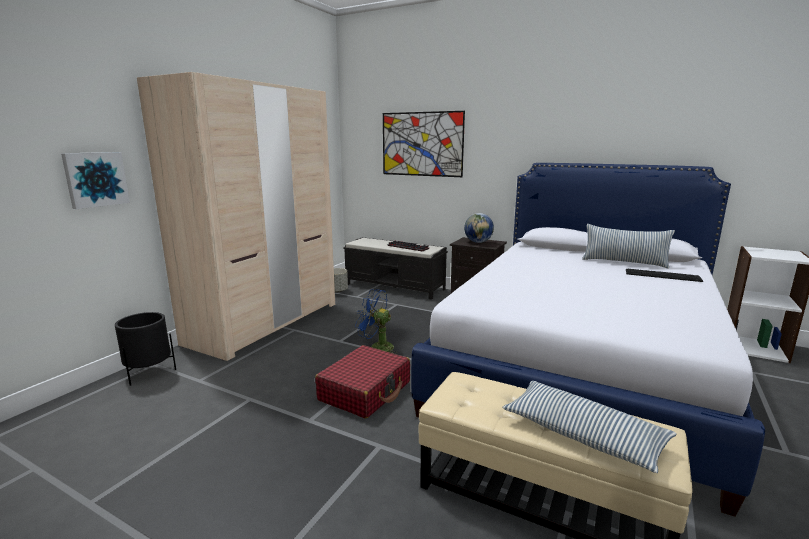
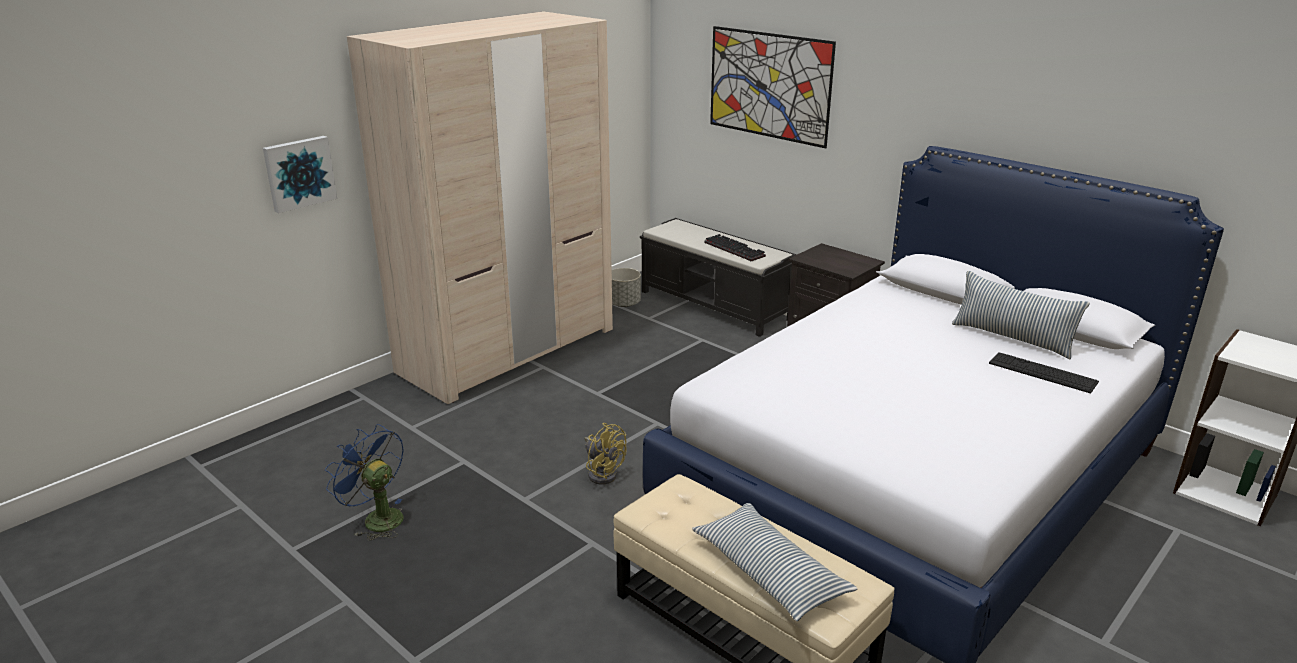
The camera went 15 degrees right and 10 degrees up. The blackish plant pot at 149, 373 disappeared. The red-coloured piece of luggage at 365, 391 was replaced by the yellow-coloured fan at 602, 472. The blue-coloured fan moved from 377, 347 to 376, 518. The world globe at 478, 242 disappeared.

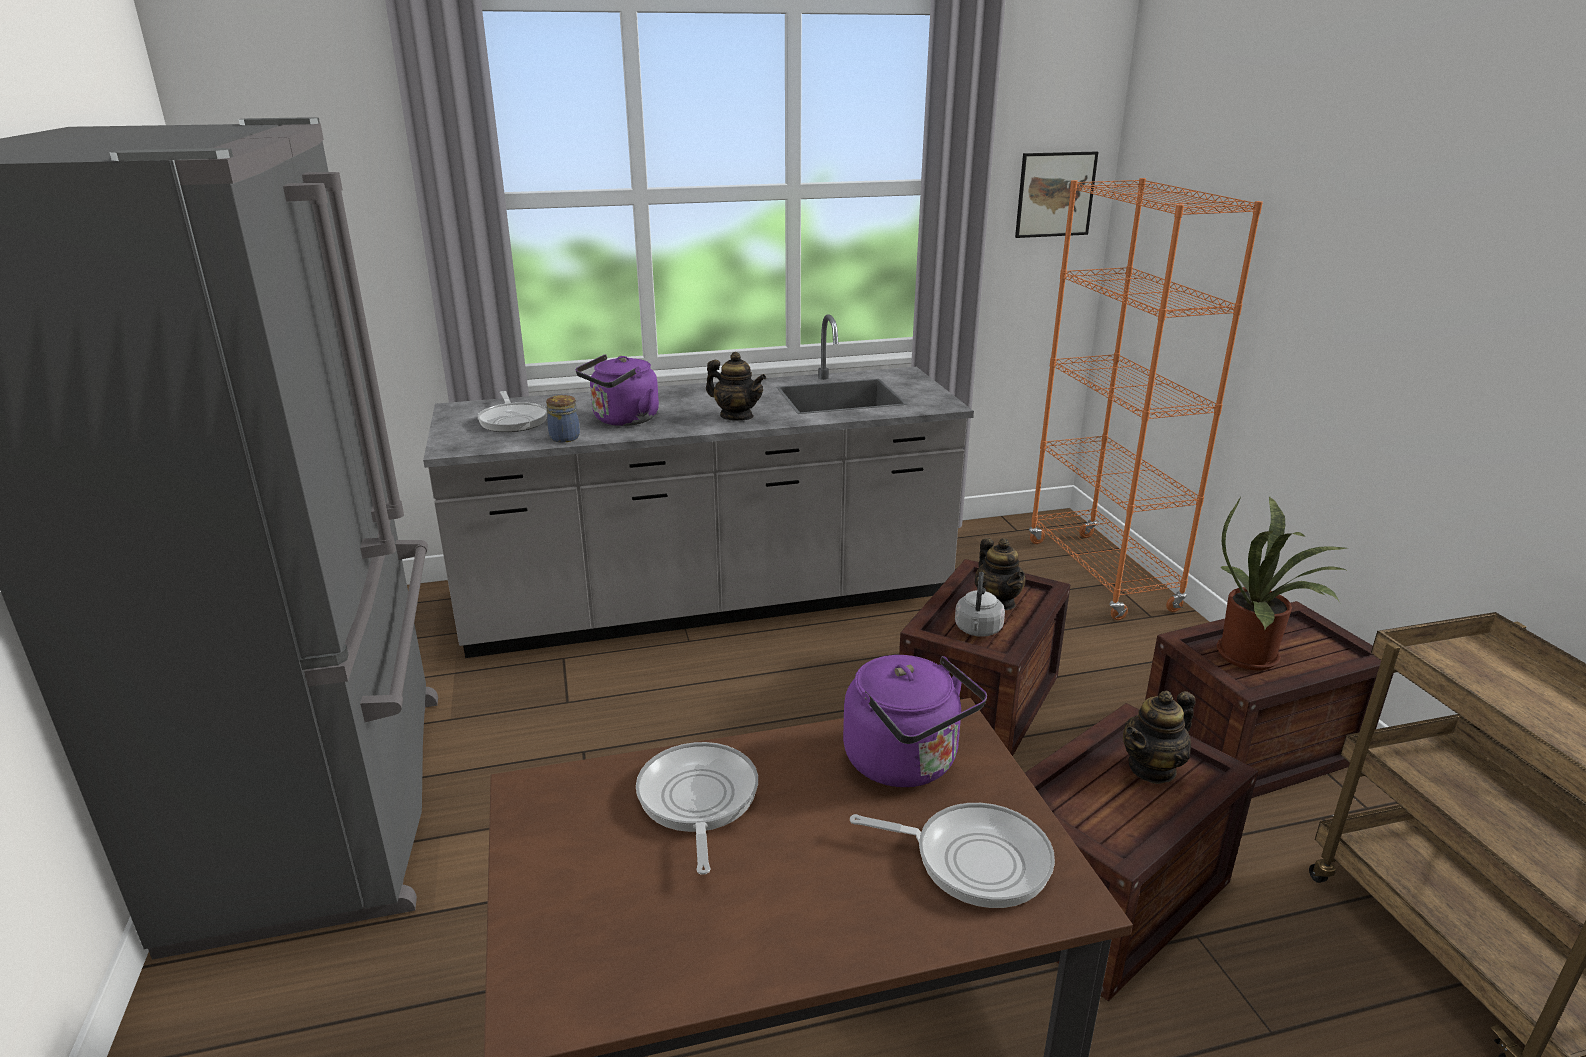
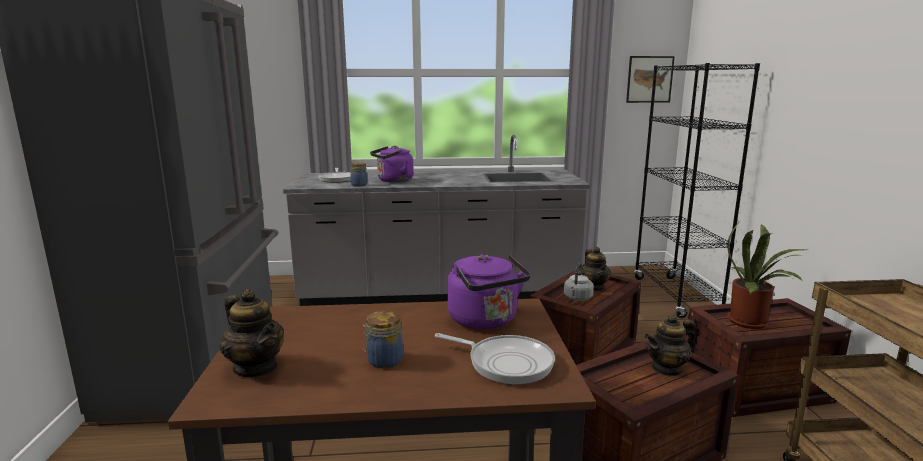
The camera went 10 degrees right and 10 degrees down. The skillet at 697, 800 disappeared. The pot for tea moved from 736, 416 to 256, 367. The orangey shelving unit at 1101, 575 became the blackish shelving unit at 675, 296. The storage jar at 383, 361 appeared.

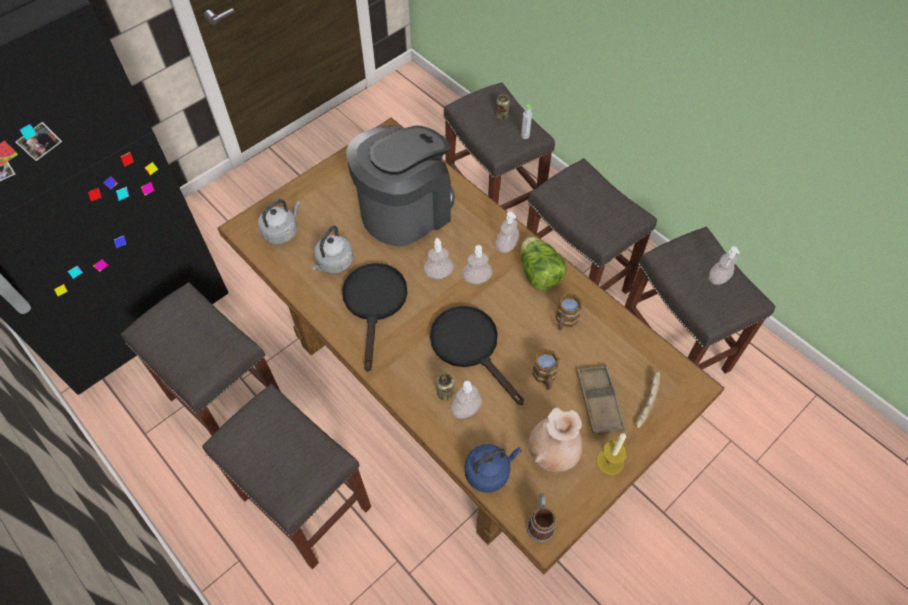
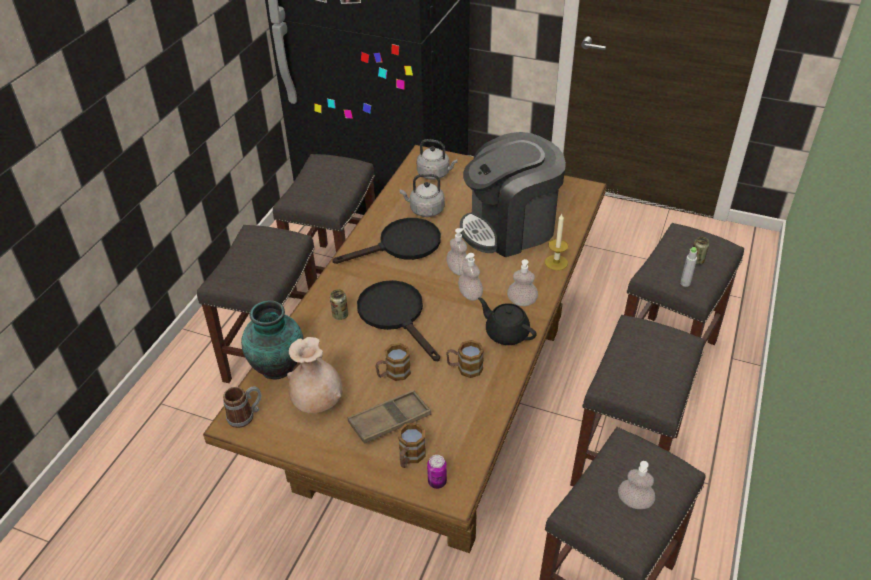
The camera went 65 degrees right and 15 degrees down. The coffee maker at 405, 210 turned 135 degrees clockwise. The blackish skillet at 470, 346 turned 60 degrees counterclockwise. The liquid soap bottle at 466, 409 disappeared. The blue-coloured water kettle at 489, 472 was replaced by the flower vase at 279, 367. The head of lettuce at 539, 274 was replaced by the blackish pot for tea at 506, 333. The wax candle moved from 610, 461 to 556, 262. The baked bread at 646, 402 was replaced by the tea mug at 410, 457. The can at 437, 482 appeared.

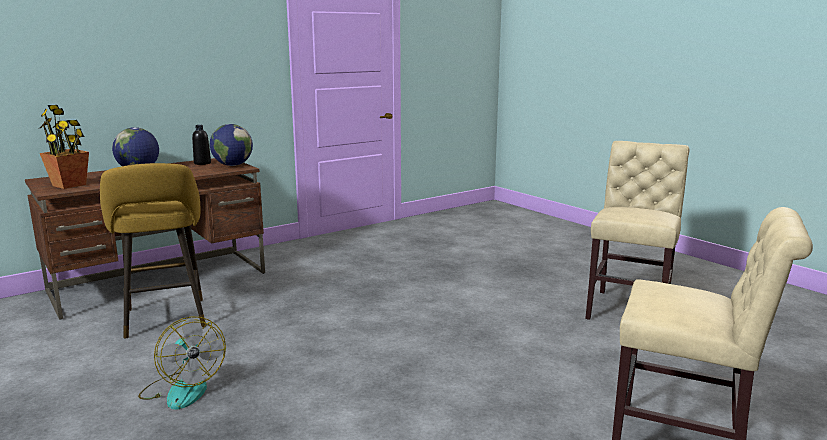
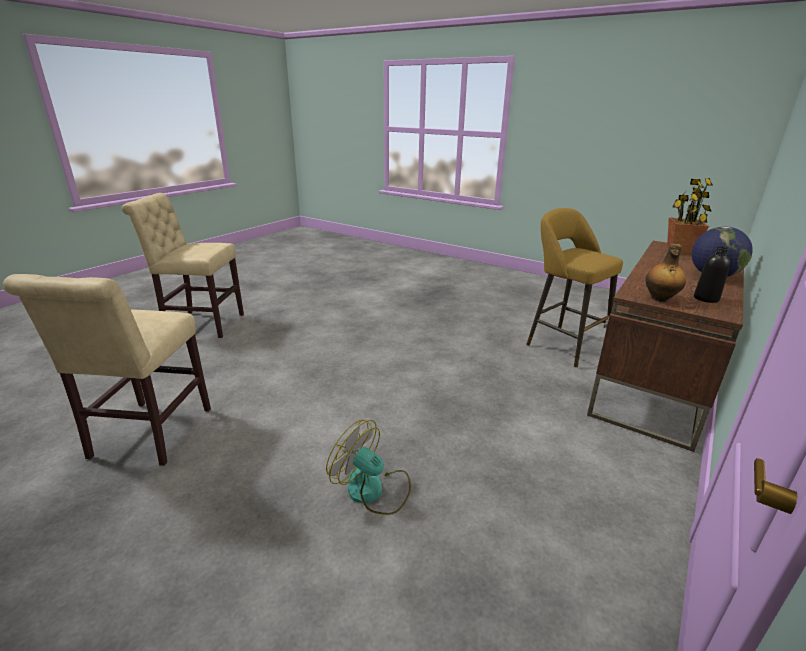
The camera went 160 degrees right and 10 degrees up. The fan moved from 182, 389 to 373, 490. The world globe at 232, 165 was replaced by the drink bottle at 659, 299.

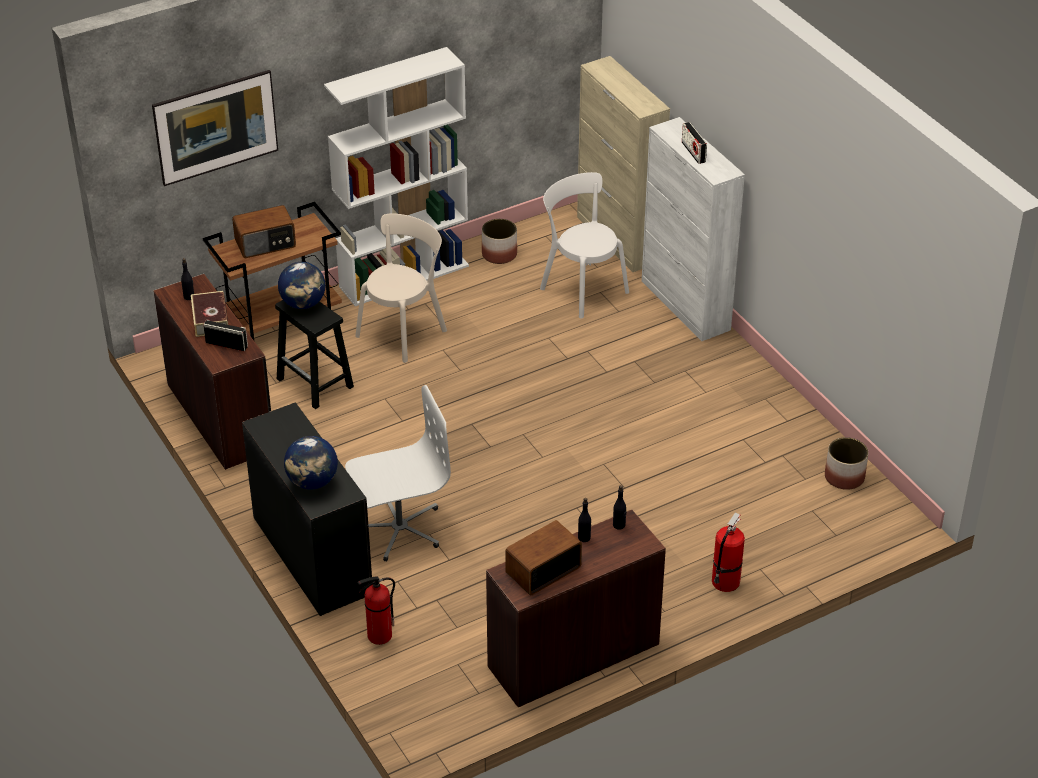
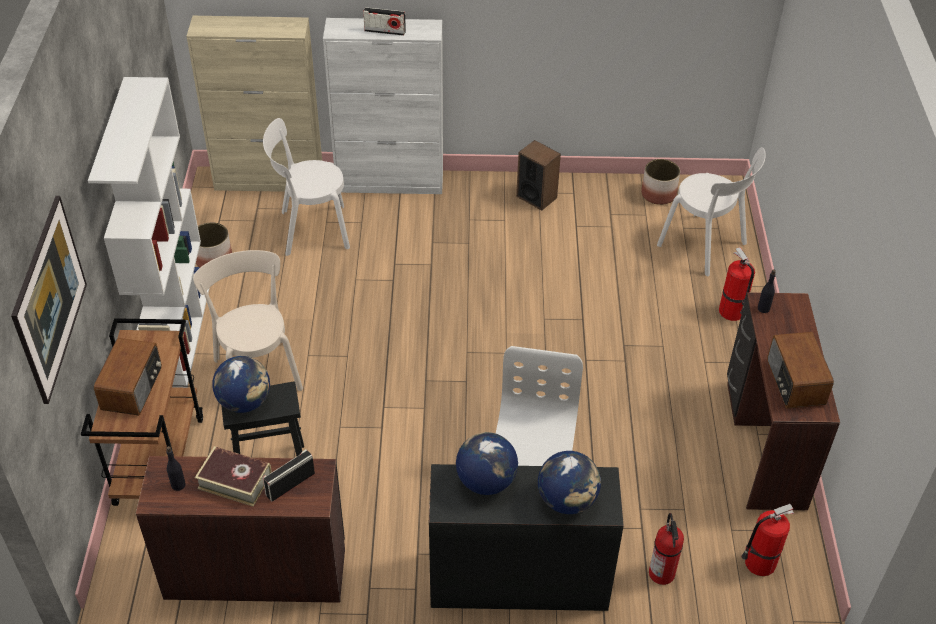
The camera went 60 degrees left and 5 degrees up. The blackish drink bottle at 584, 537 disappeared. The world globe at 486, 481 appeared. The audio speaker at 536, 197 appeared. The white chair at 705, 246 appeared. The extinguisher at 759, 563 appeared.

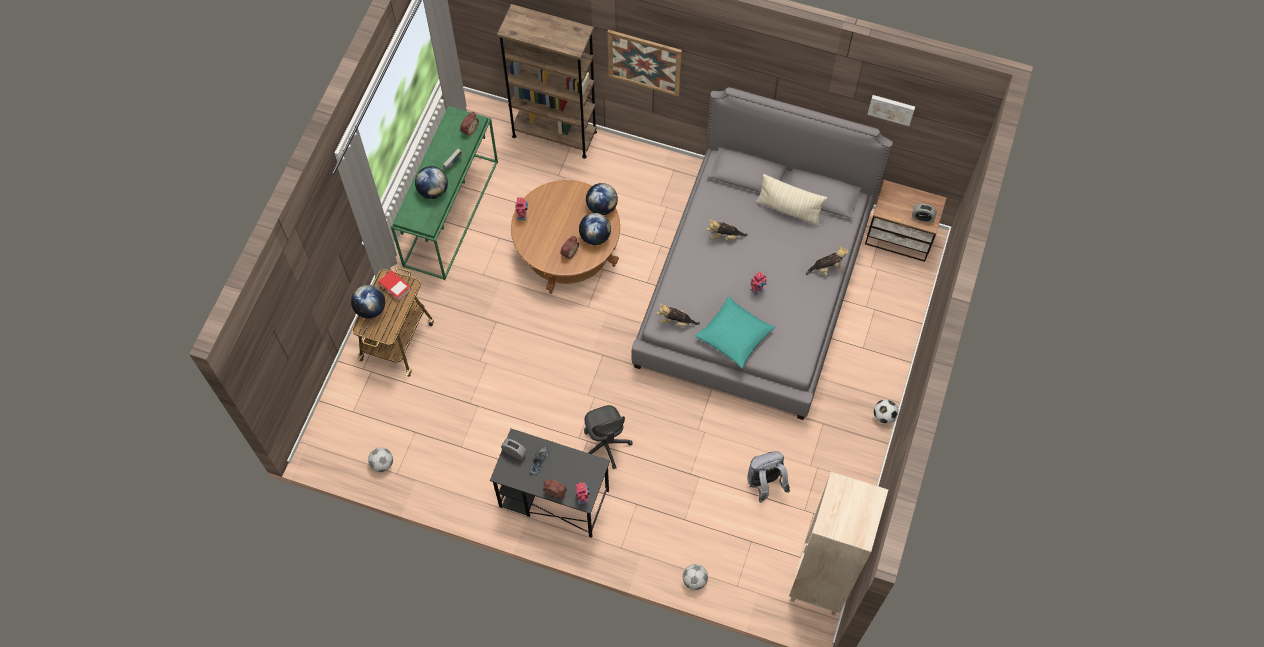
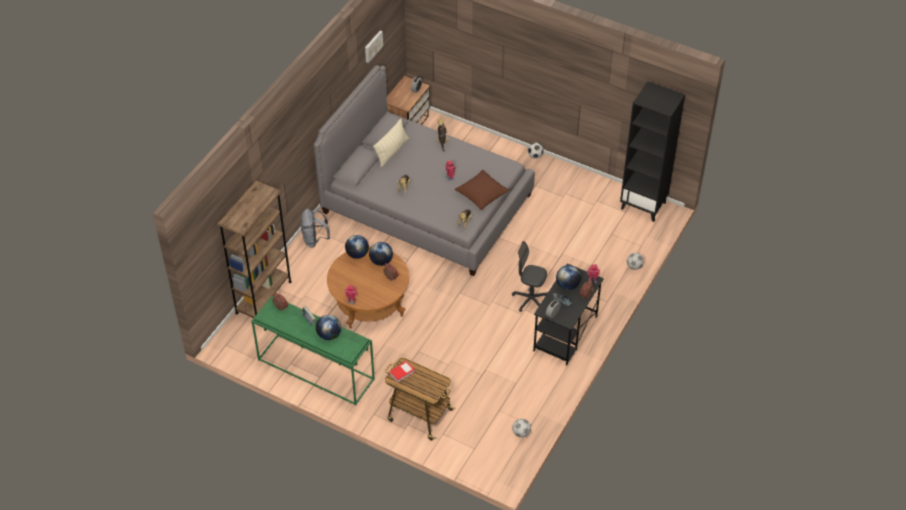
The camera went 80 degrees left and 15 degrees down. The world globe moved from 371, 309 to 567, 285. The gray office chair at 605, 445 turned 150 degrees counterclockwise. The wall art at 644, 62 disappeared. The blue-green throw pillow at 734, 335 became the brown-coloured throw pillow at 482, 194. The gray knapsack moved from 765, 483 to 315, 240. The beige-coloured shelving unit at 820, 583 became the blackish shelving unit at 643, 205.

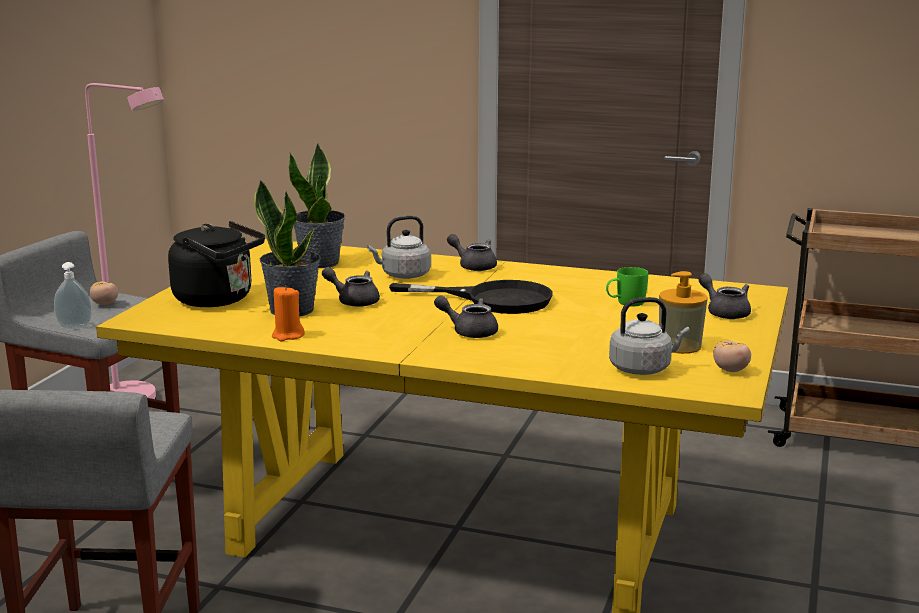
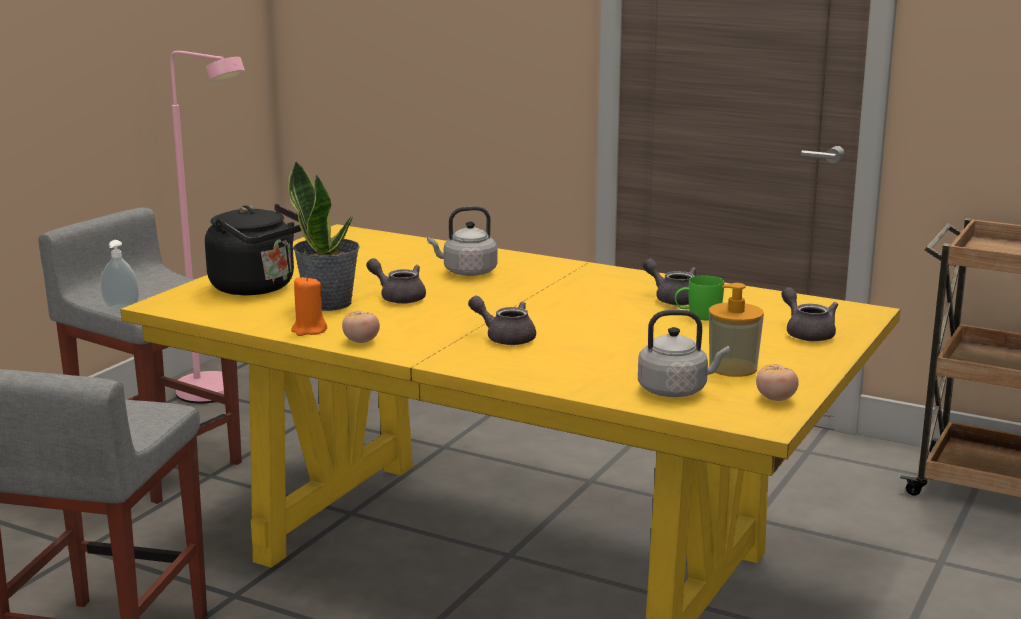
The camera went 10 degrees right and 0 degrees up. The whole tomato moved from 105, 304 to 361, 341. The plant in a pot at 320, 263 disappeared. The blackish skillet at 493, 300 disappeared. The gray pot for tea moved from 474, 266 to 673, 299.

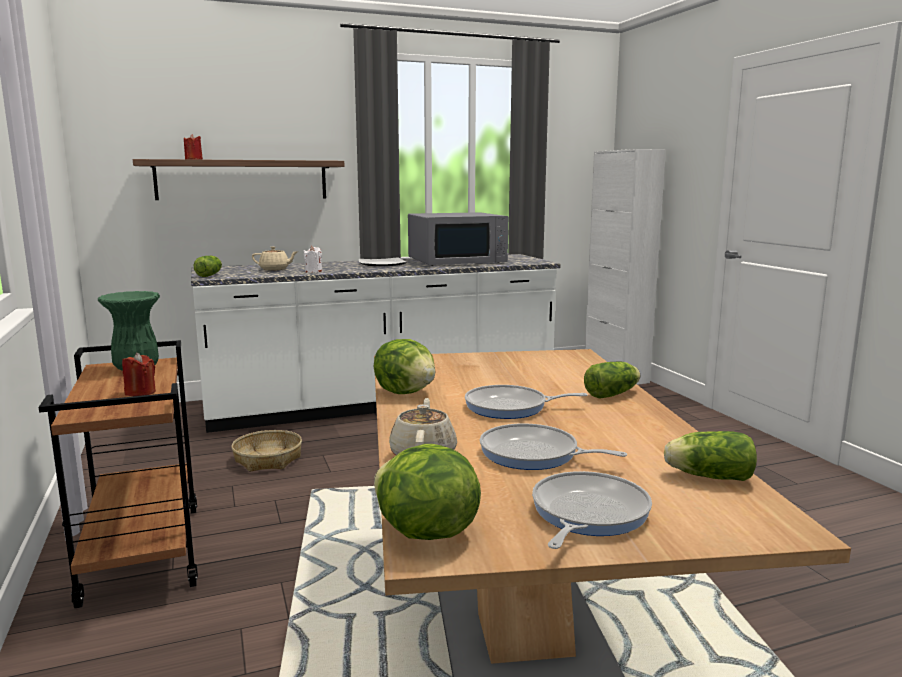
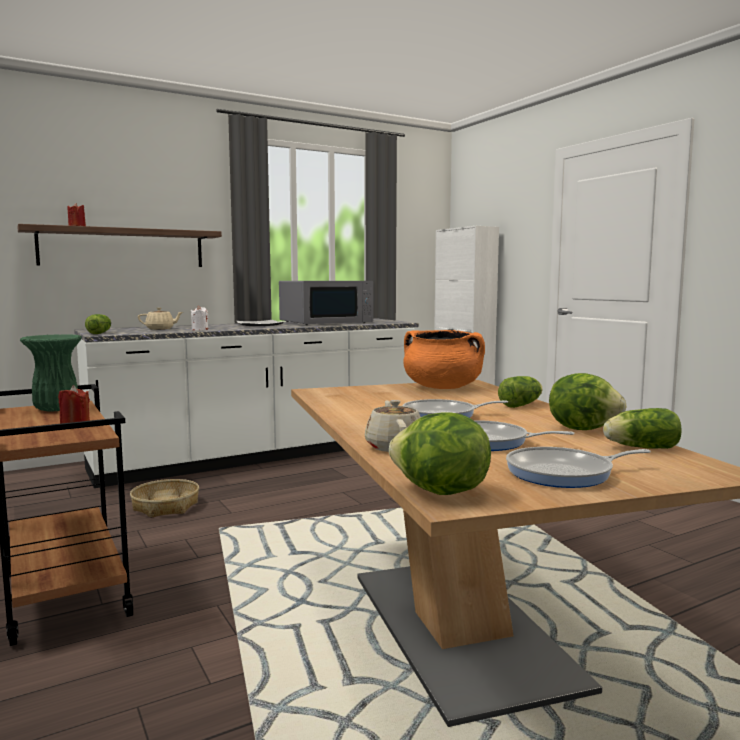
The camera went 10 degrees left and 5 degrees down. The head of lettuce moved from 406, 392 to 583, 429. The skillet at 586, 514 turned 120 degrees counterclockwise. The orangey saucepot at 442, 388 appeared.

